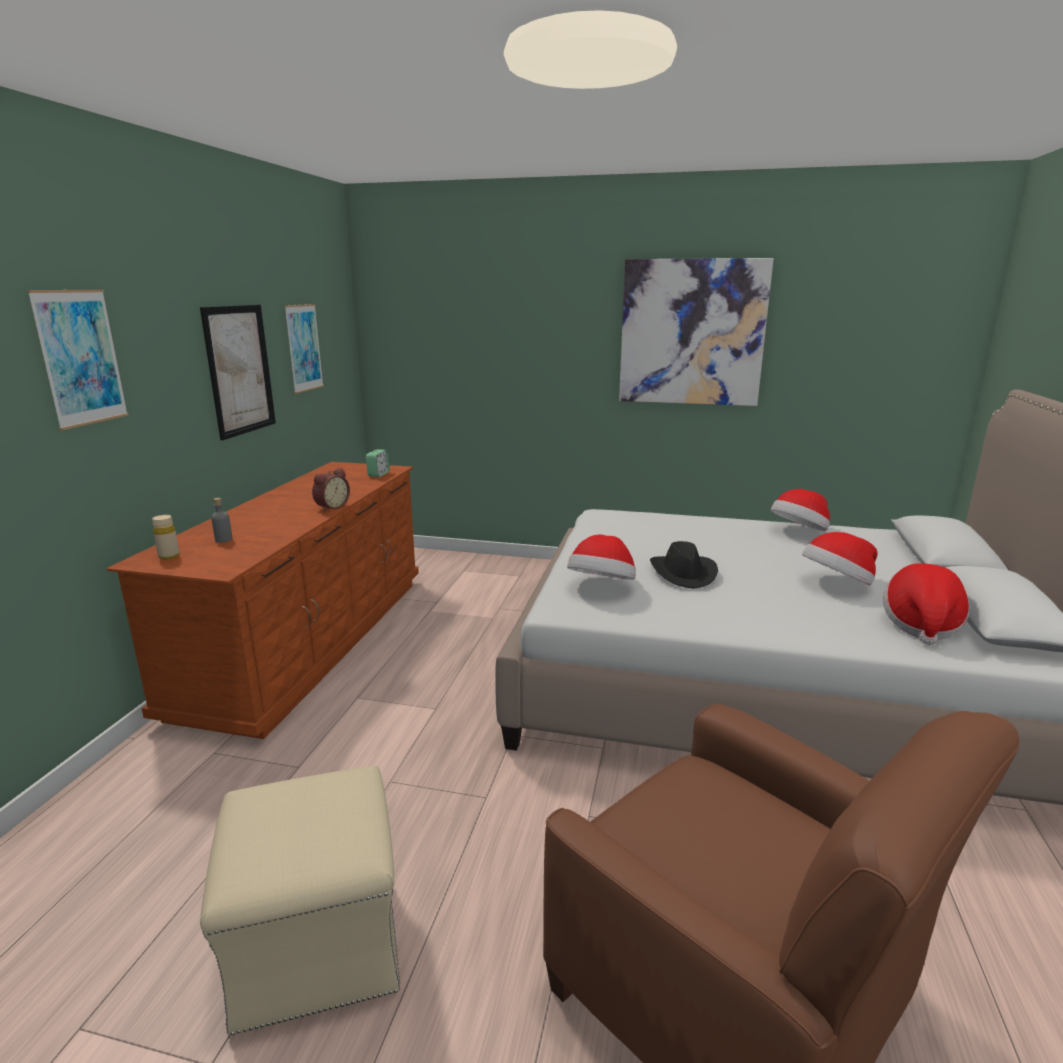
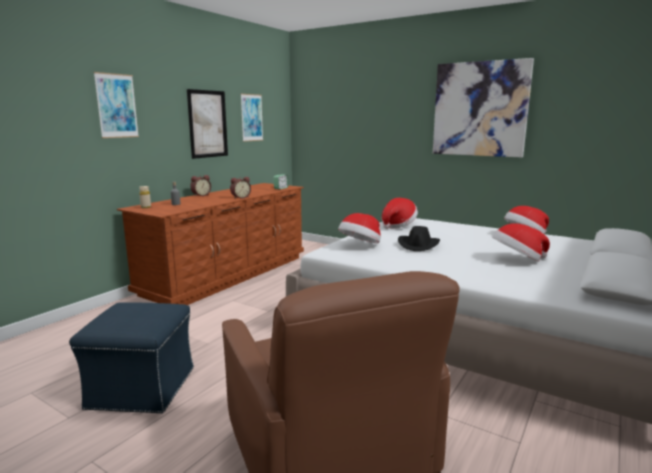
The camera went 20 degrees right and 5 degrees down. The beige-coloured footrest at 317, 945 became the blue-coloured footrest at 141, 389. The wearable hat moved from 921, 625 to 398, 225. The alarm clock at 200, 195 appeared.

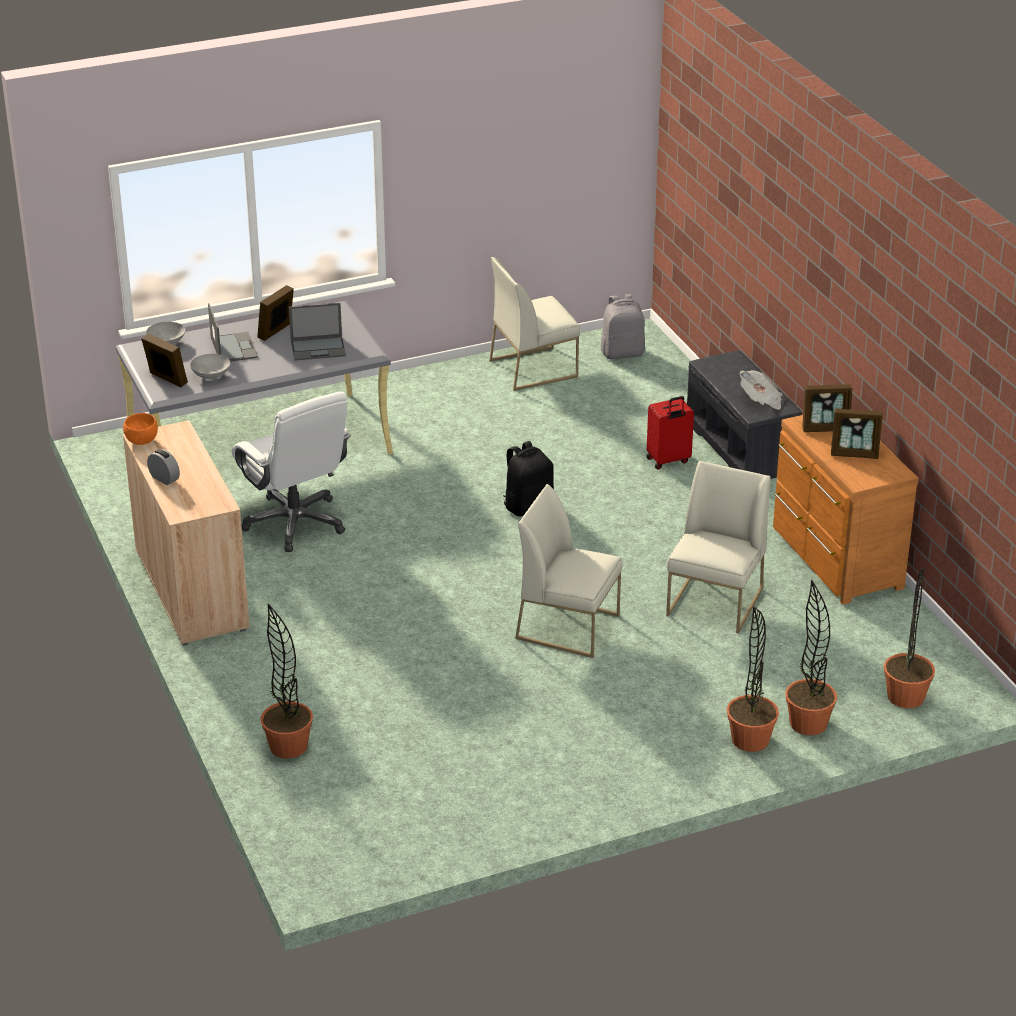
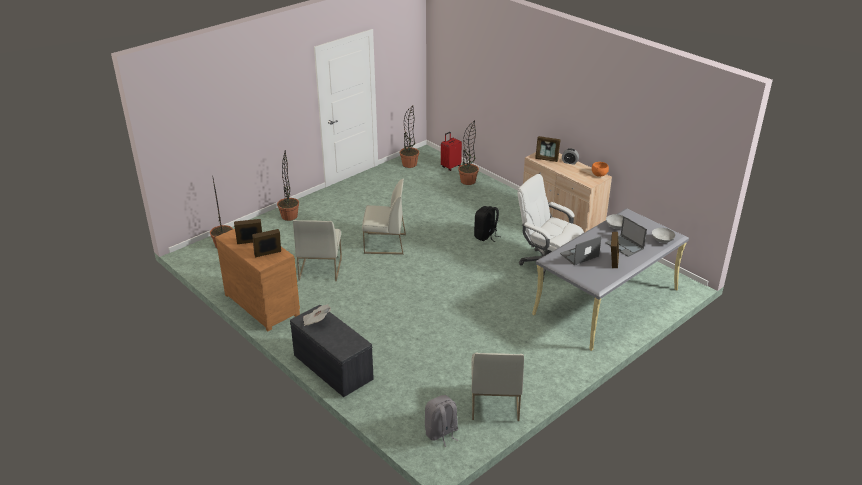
The camera went 160 degrees right and 0 degrees up. The picture frame moved from 166, 380 to 547, 159. The white chair at 533, 368 turned 135 degrees clockwise. The blackish knapsack moved from 528, 506 to 486, 236. The red-coloured piece of luggage moved from 668, 461 to 450, 166. The plant in a pot moved from 808, 723 to 409, 164.

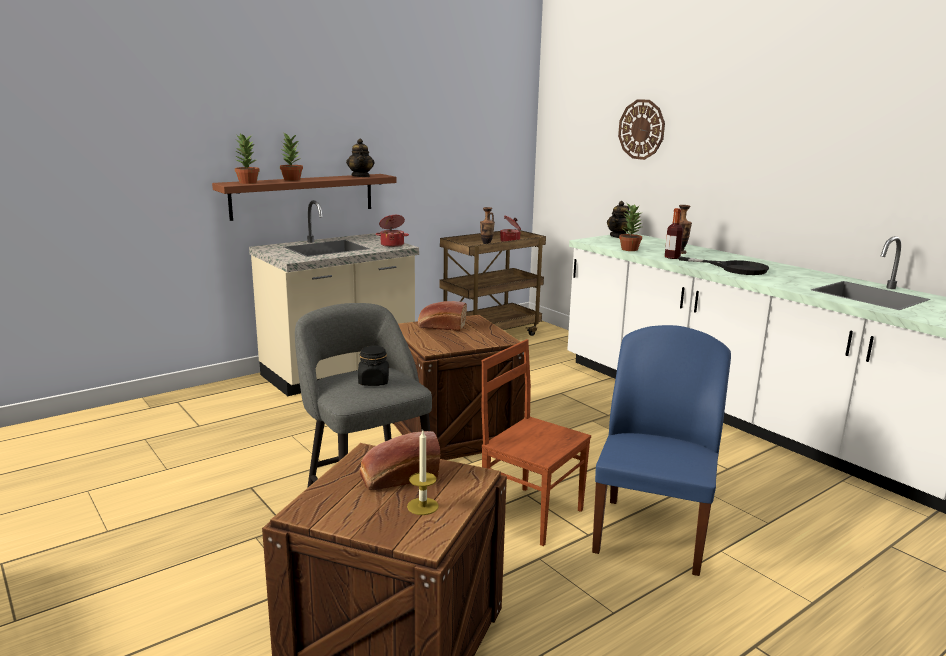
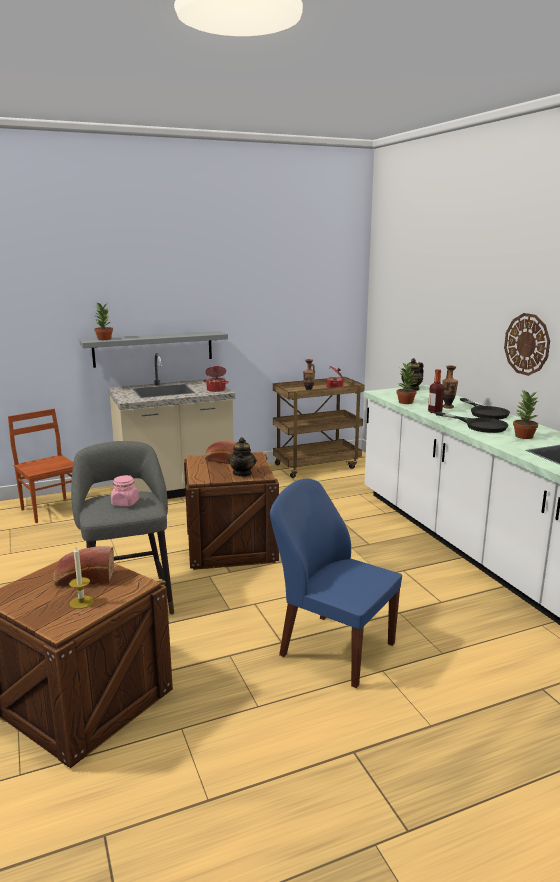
The camera went 15 degrees right and 0 degrees up. The brown-coloured shelf at 303, 196 became the gray shelf at 153, 349. The plant in a pot moved from 291, 179 to 523, 436. The pot for tea moved from 361, 176 to 242, 473. The blackish storage jar at 373, 382 became the pink-coloured storage jar at 125, 503. The brown-coloured chair moved from 532, 514 to 51, 509. The blue-coloured chair at 652, 533 turned 90 degrees counterclockwise. The hanging clock moved from 641, 129 to 527, 344. The blackish skillet at 485, 412 appeared.

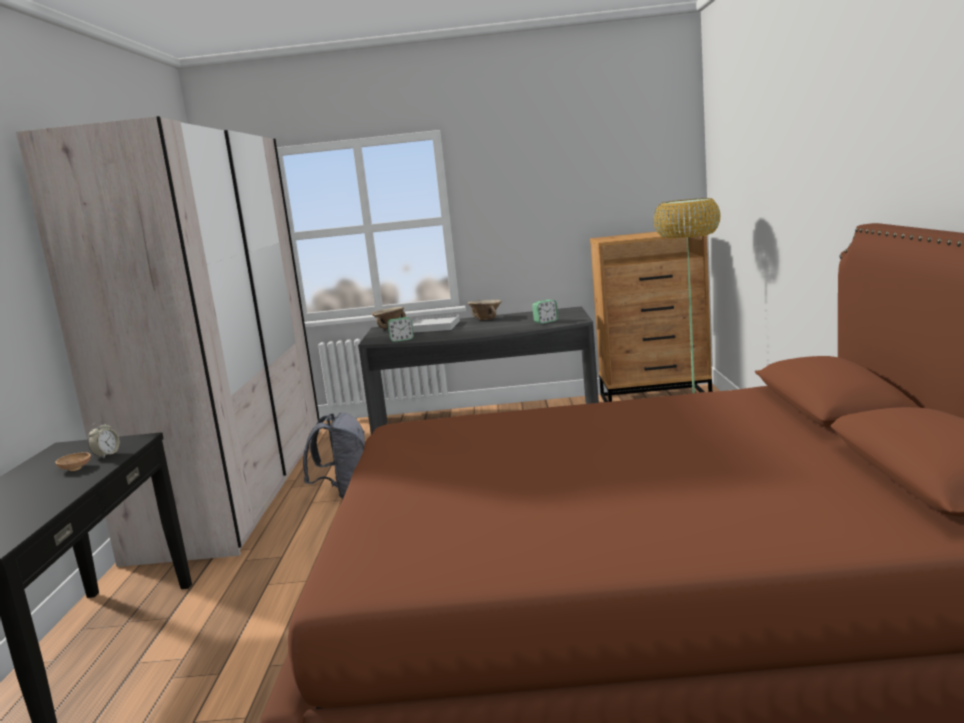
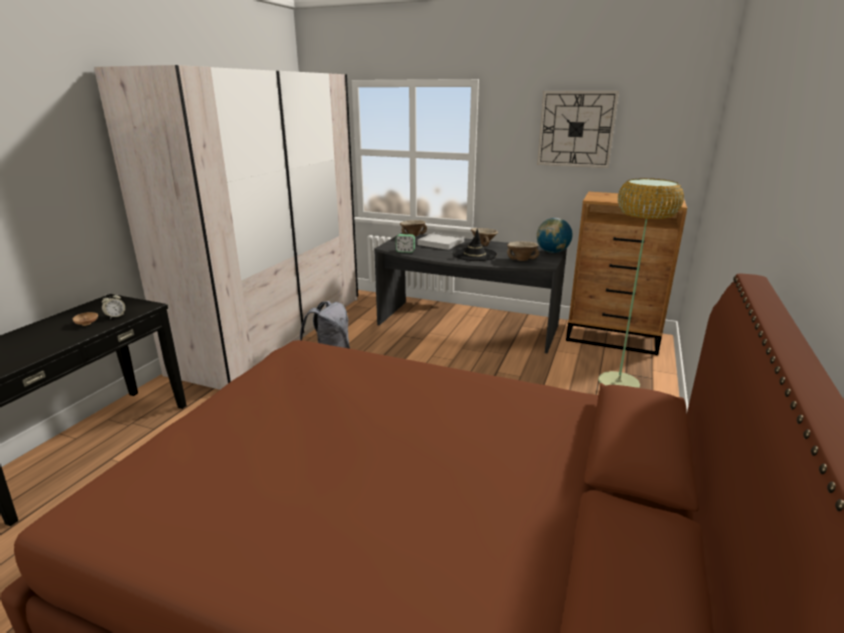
The camera went 20 degrees right and 10 degrees up. The alarm clock at 546, 322 was replaced by the beige-coloured bowl at 521, 259. The blackish wearable hat at 474, 255 appeared. The hanging clock at 576, 129 appeared. The world globe at 552, 252 appeared.

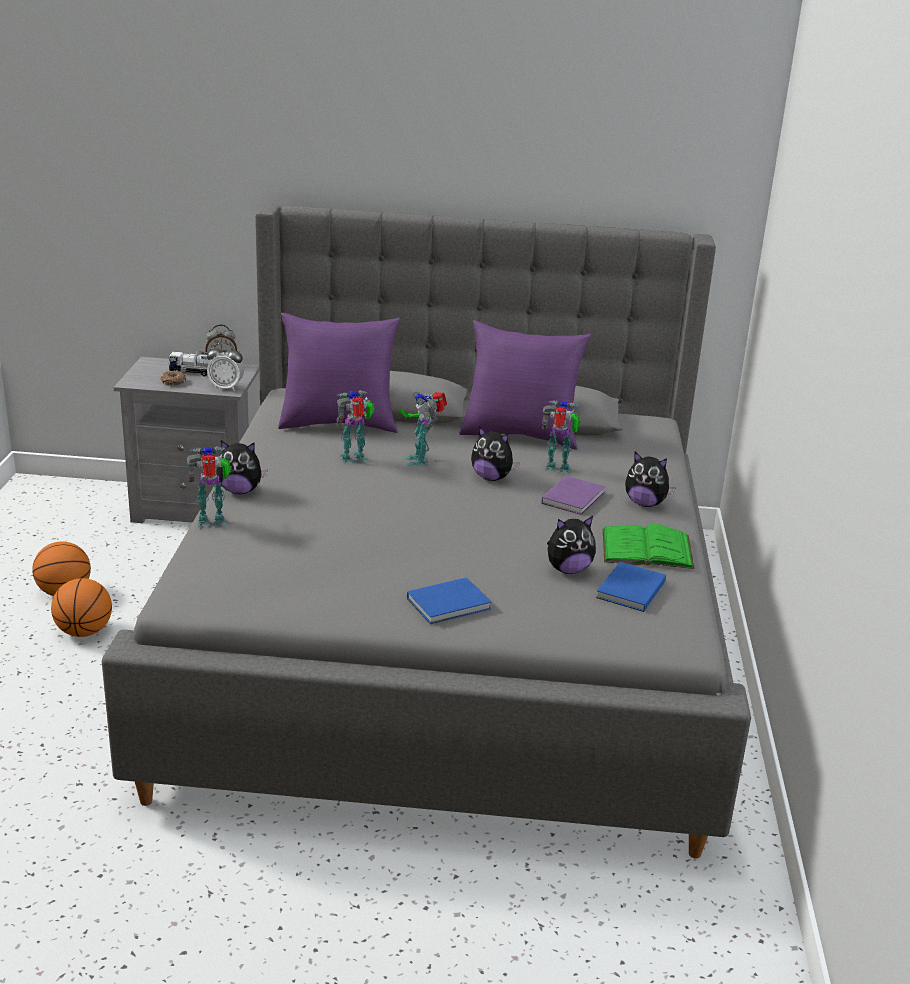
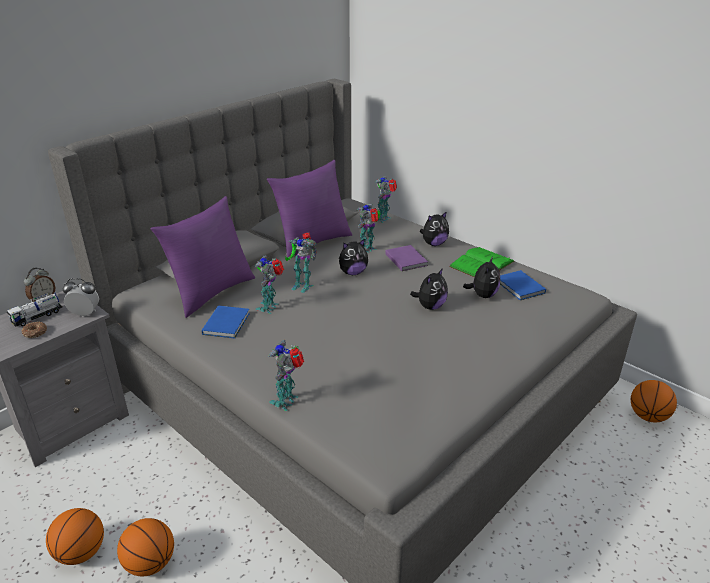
The camera went 50 degrees left and 5 degrees up. The alarm clock at 226, 388 turned 135 degrees counterclockwise. The soft toy moved from 240, 491 to 430, 306. The blue-coloured bound book moved from 451, 604 to 227, 323. The toy robot at 383, 219 appeared. The basketball ball at 648, 416 appeared.

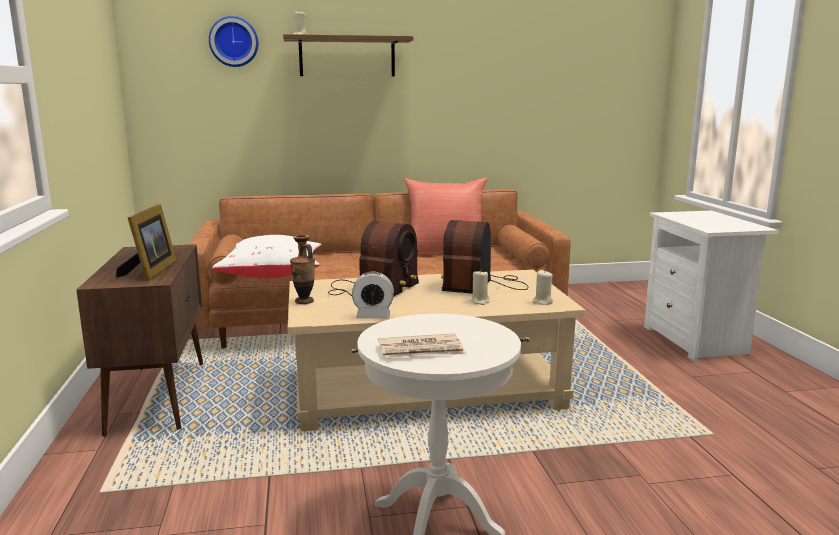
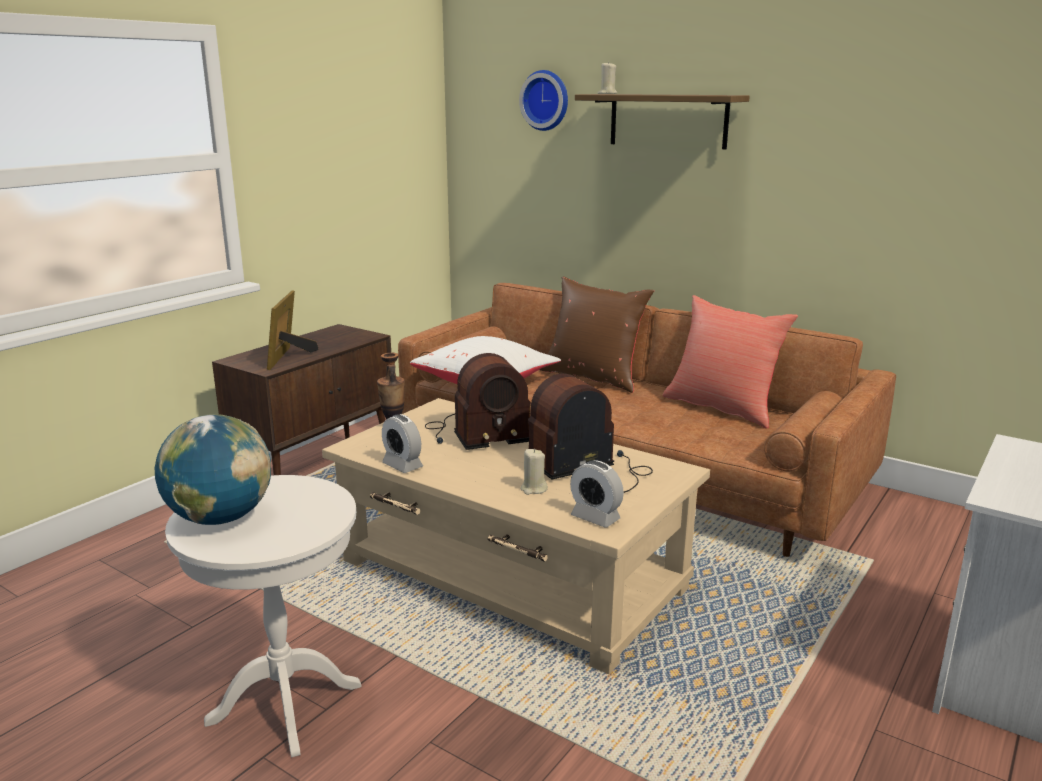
The camera went 45 degrees right and 5 degrees up. The picture frame at 151, 271 turned 135 degrees clockwise. The daily paper at 421, 350 was replaced by the world globe at 220, 518. The beige-coloured wax candle at 542, 302 was replaced by the alarm clock at 595, 518. The brown-coloured throw pillow at 593, 377 appeared.

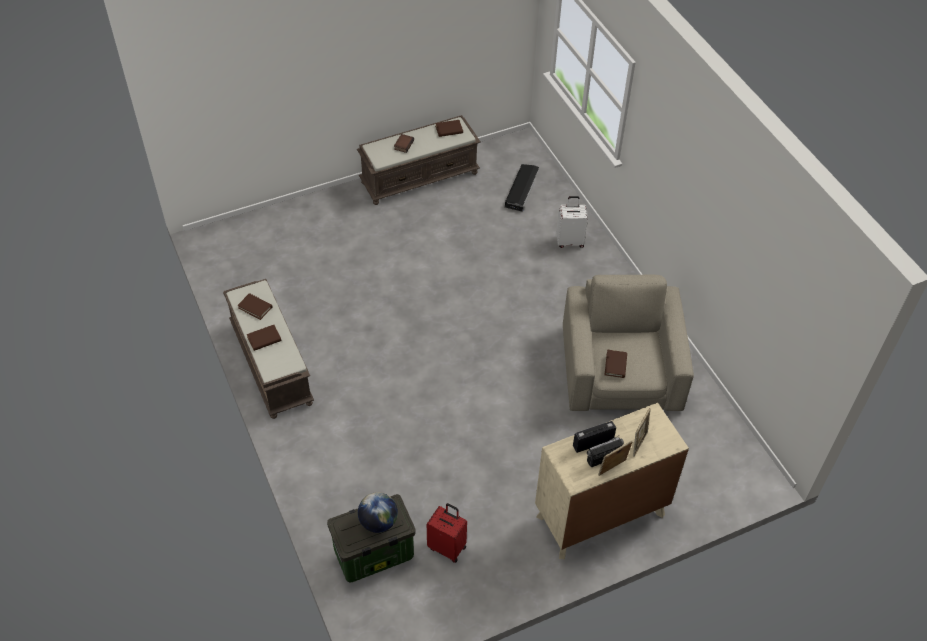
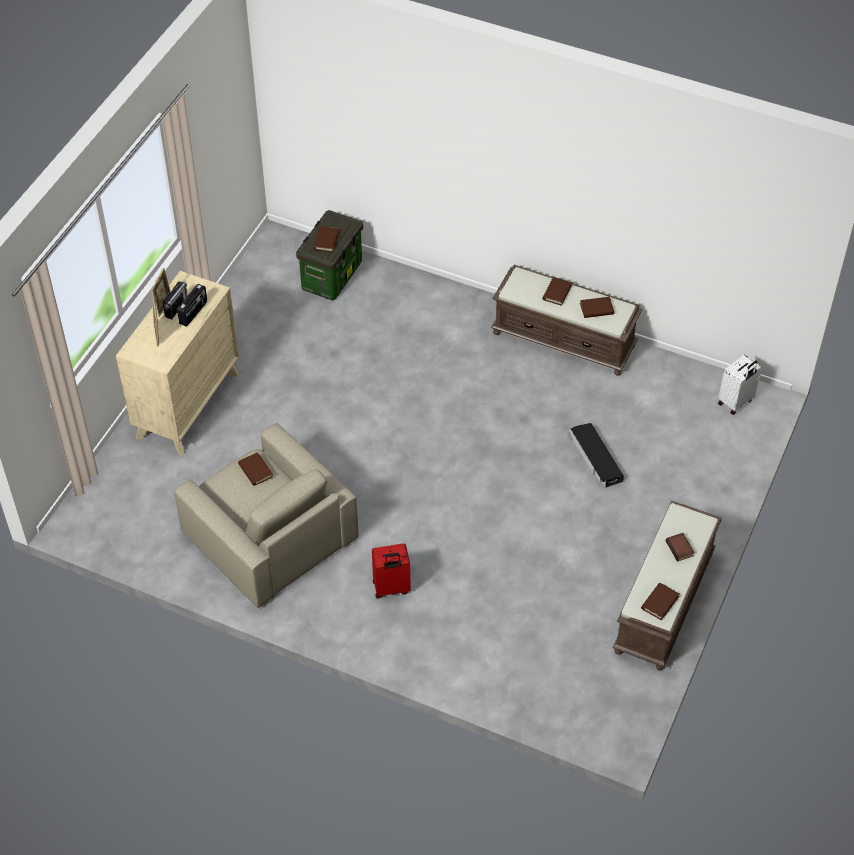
The camera went 140 degrees right and 0 degrees up. The world globe at 378, 522 was replaced by the brown-coloured bound book at 326, 240. The red-coloured piece of luggage moved from 447, 547 to 391, 588. The blackish storage box moved from 522, 190 to 595, 458. The white piece of luggage moved from 569, 241 to 736, 402.

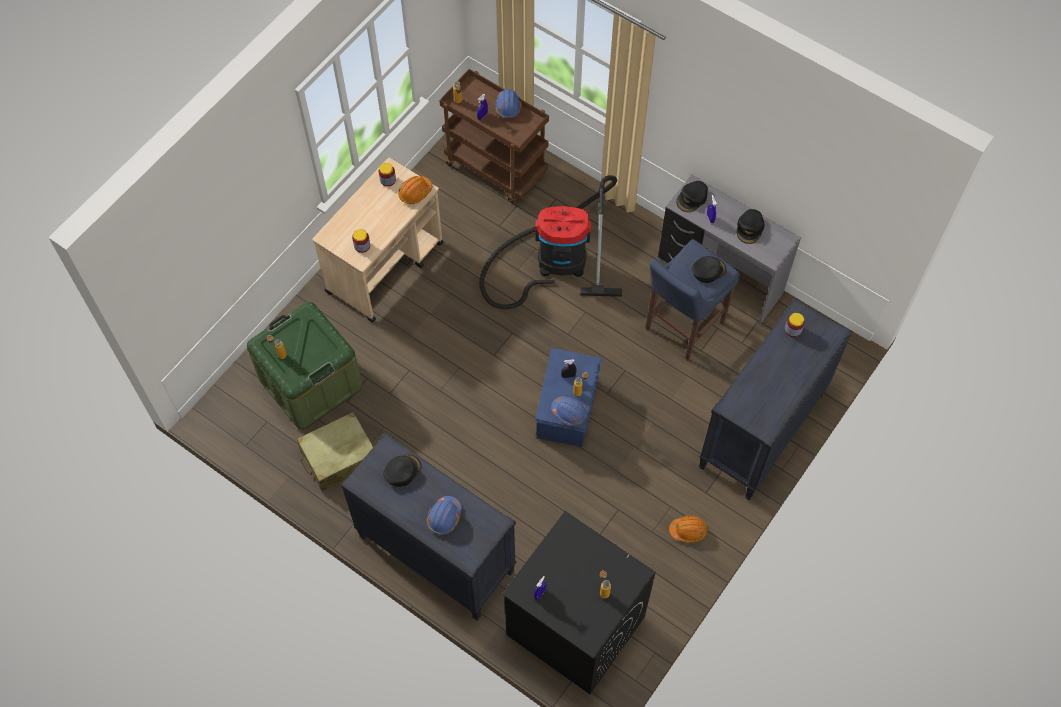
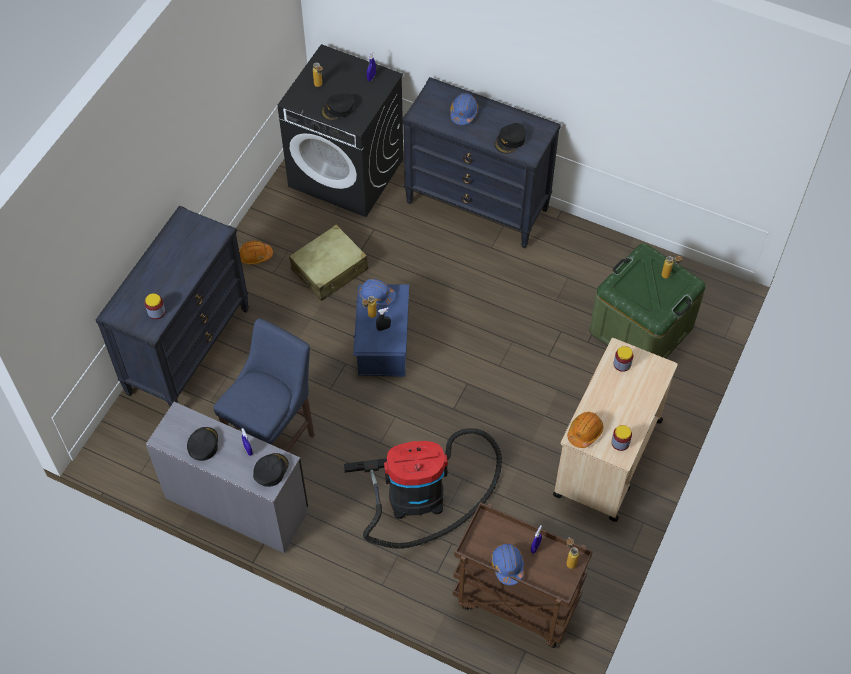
The camera went 170 degrees right and 5 degrees down. The beige-coloured piece of luggage moved from 338, 456 to 330, 270. The blackish baseball cap moved from 708, 270 to 338, 109.

